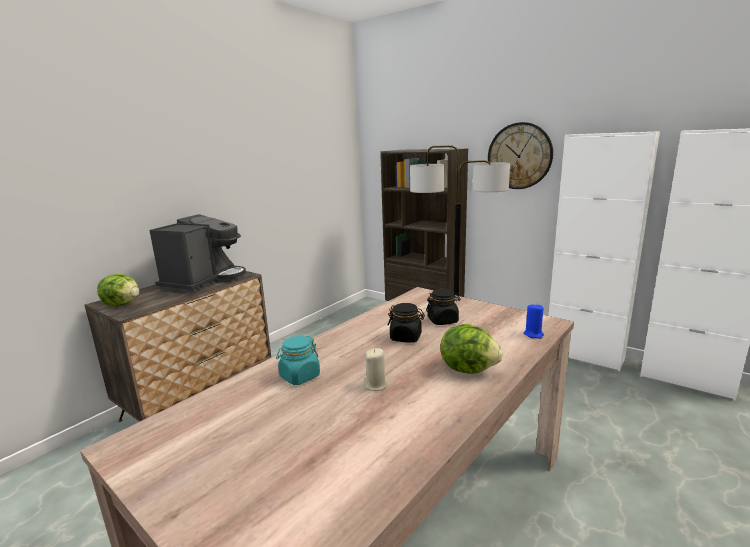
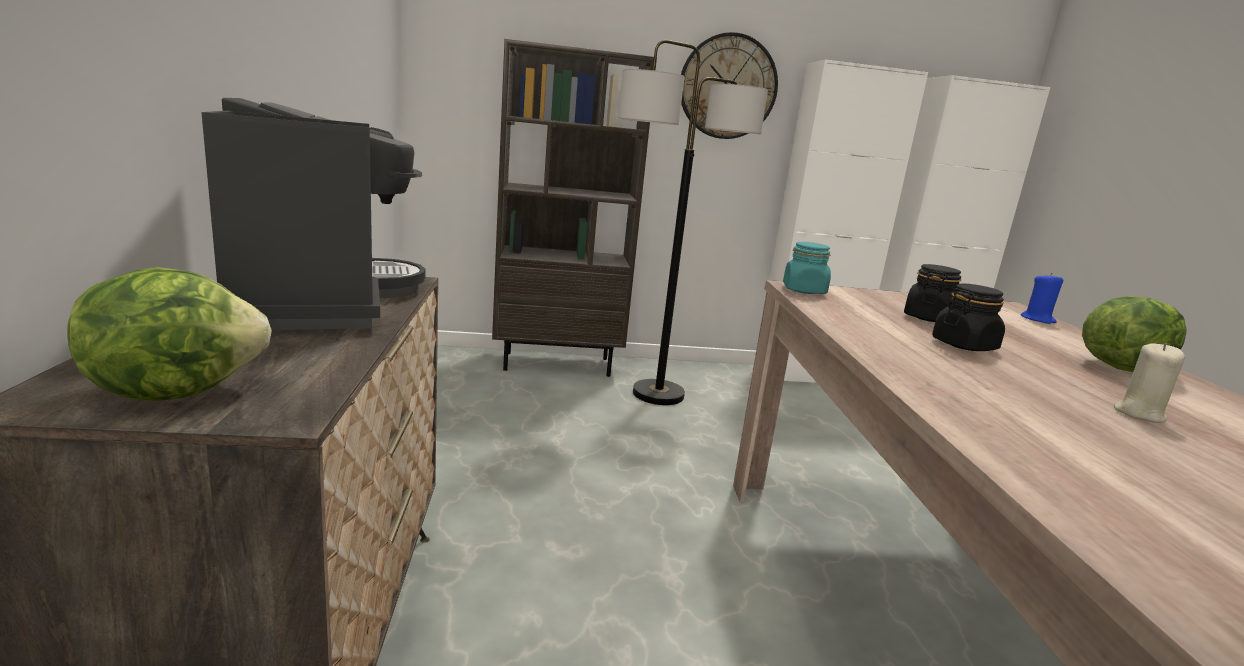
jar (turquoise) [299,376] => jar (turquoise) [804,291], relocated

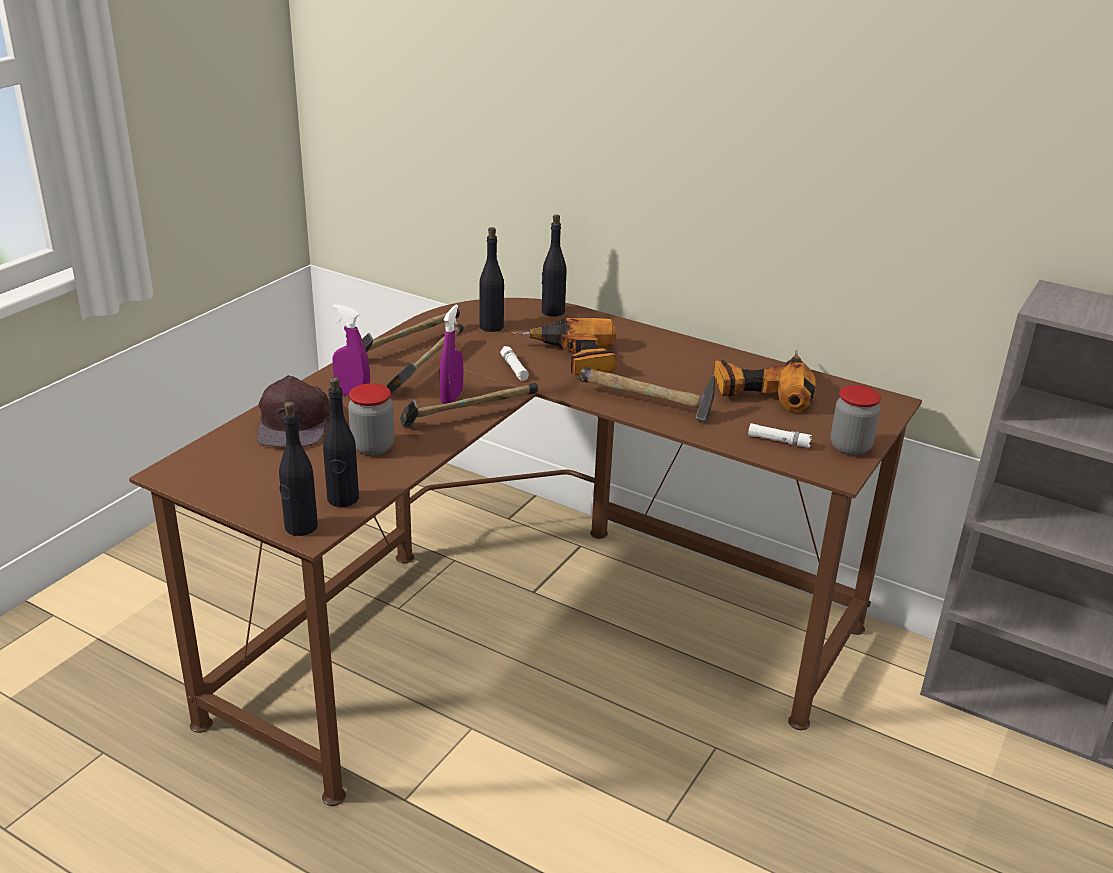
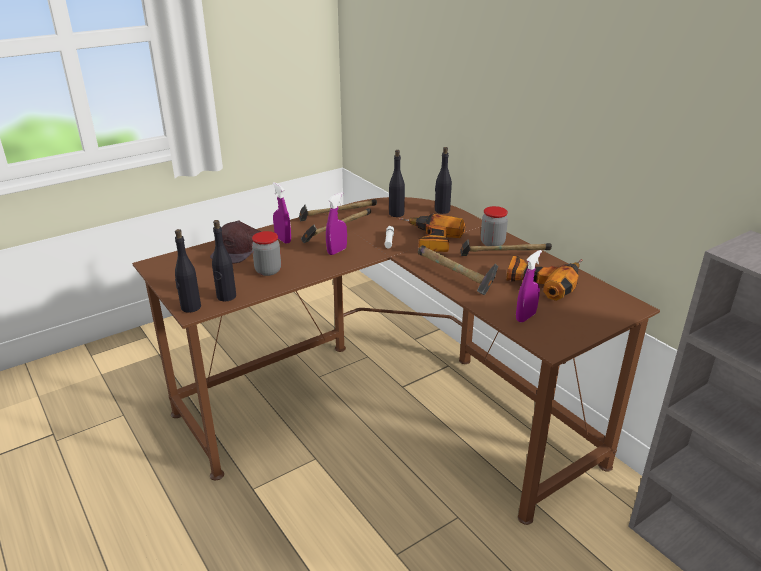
hammer [466,417] => hammer [502,257], relocated
flashlight (white) [779,441] => spray bottle (purple) [525,317]
jar [850,447] => jar [492,243], relocated

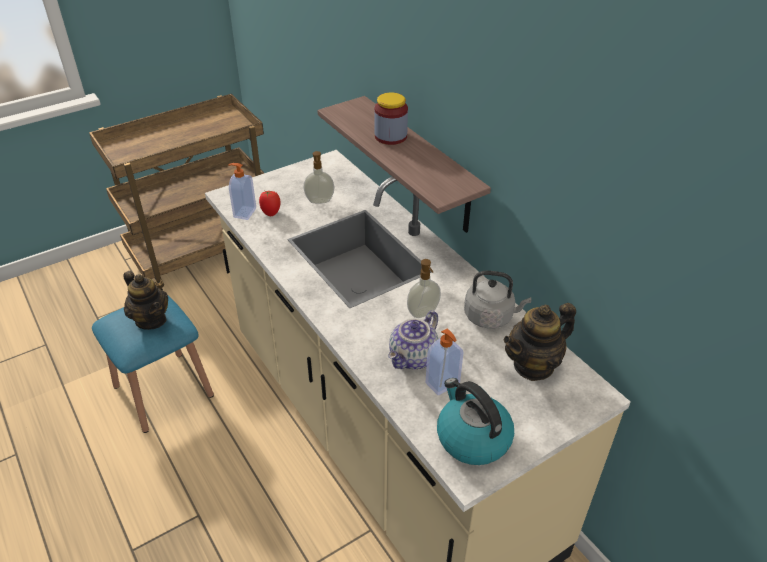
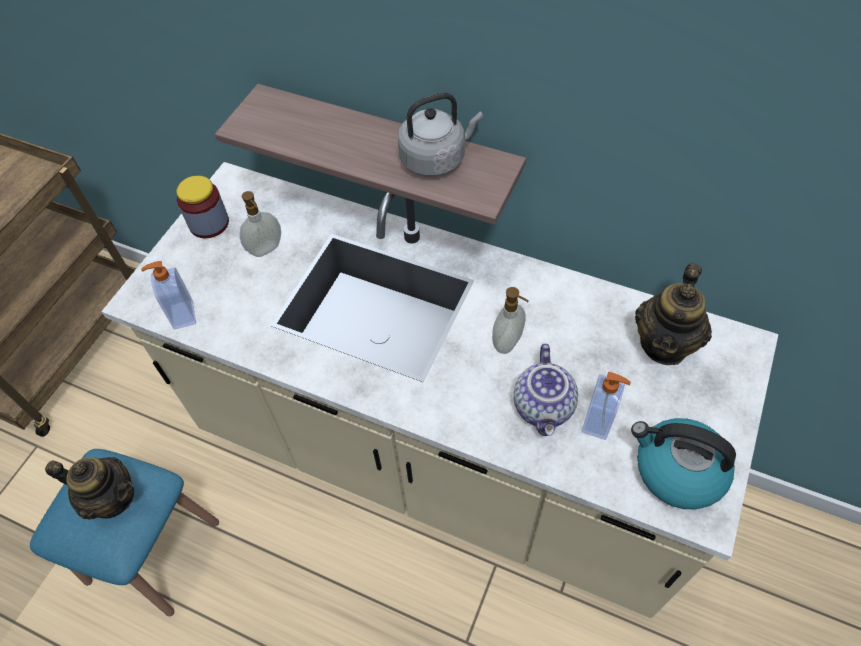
tomato [271,213] => nothing
jar [390,136] => jar [209,223], relocated
kettle (grey) [491,317] => kettle (grey) [436,159], relocated

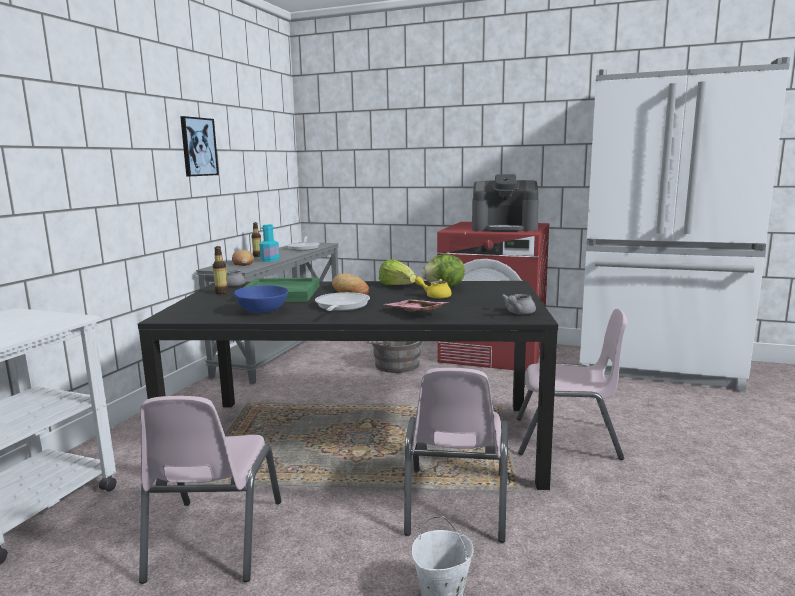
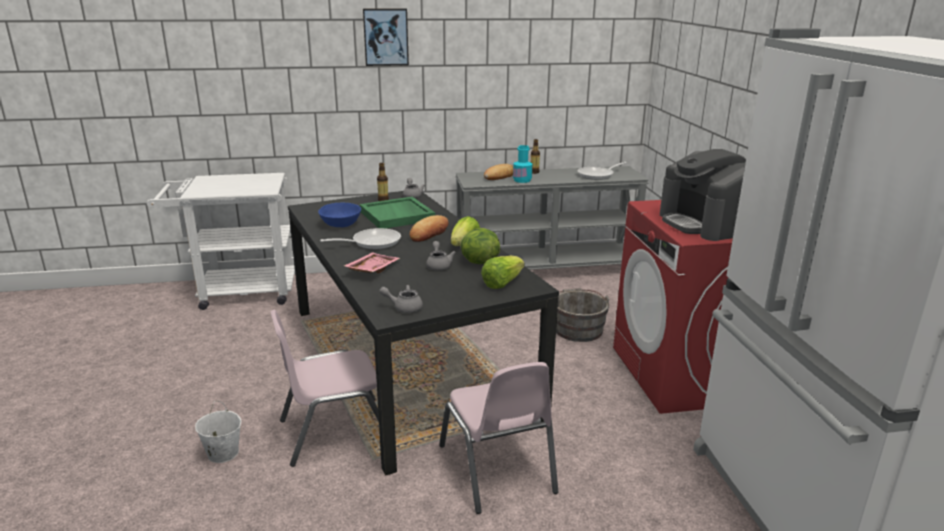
chair (pink) [214,539] => nothing
picture [198,147] => picture [386,37], relocated
teapot (yellow) [435,296] => teapot (grey) [438,265]
nothing => lettuce [502,283]

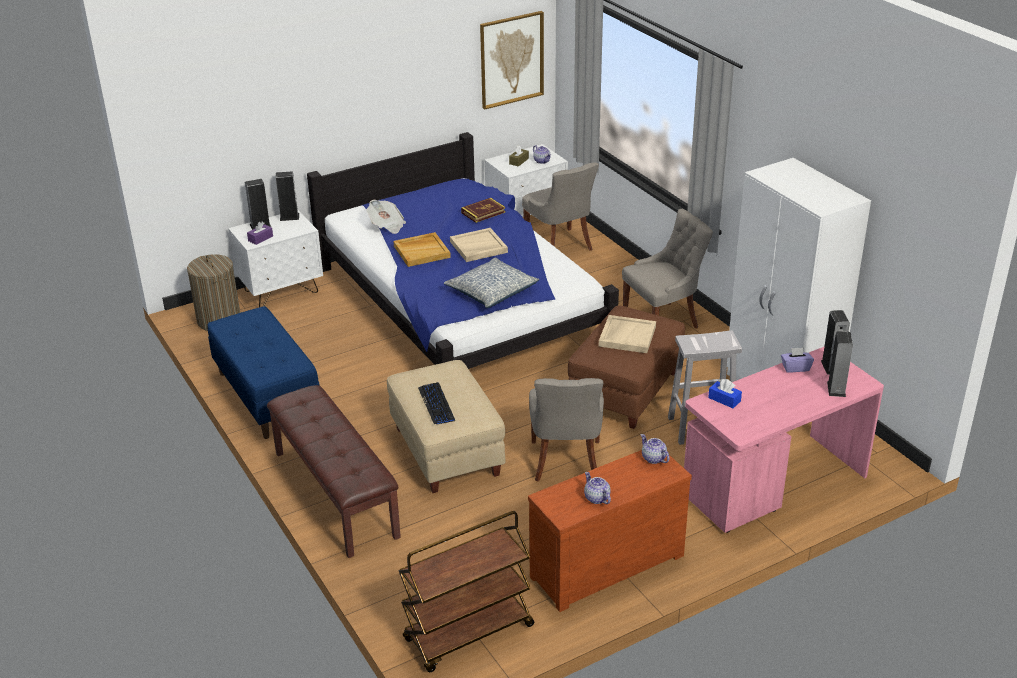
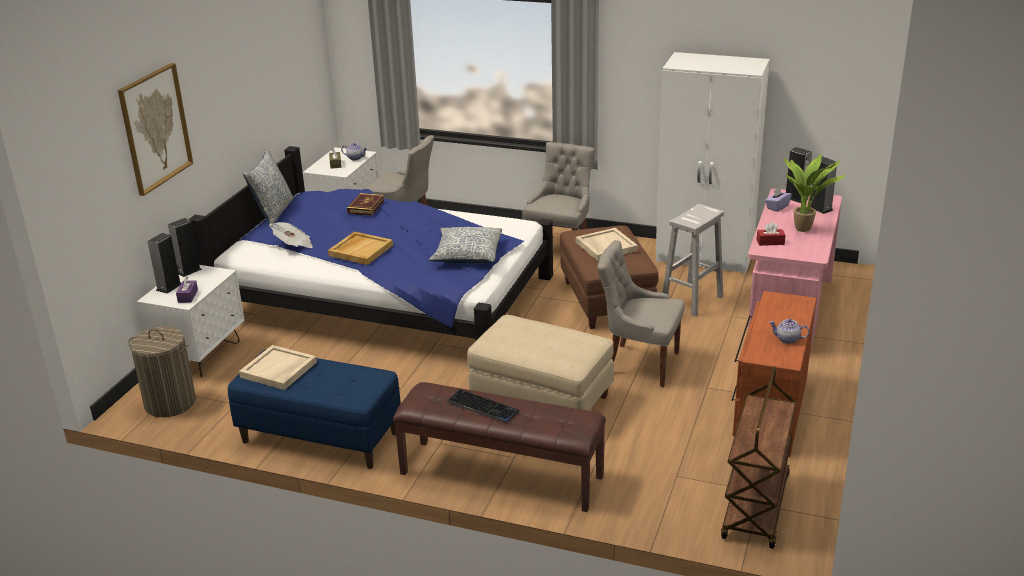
keyboard [436,404] => keyboard [482,407], relocated
tray (beige) [478,247] => tray (beige) [278,370], relocated
picture [511,59] => picture [155,128], relocated
chair (grey) [566,462] => chair (grey) [639,364], 150 degrees clockwise
teapot [653,458] => nothing
tissue box (blue) [724,399] => tissue box (red) [770,242]
nothing => pillow [273,212]
nothing => potted plant [805,229]

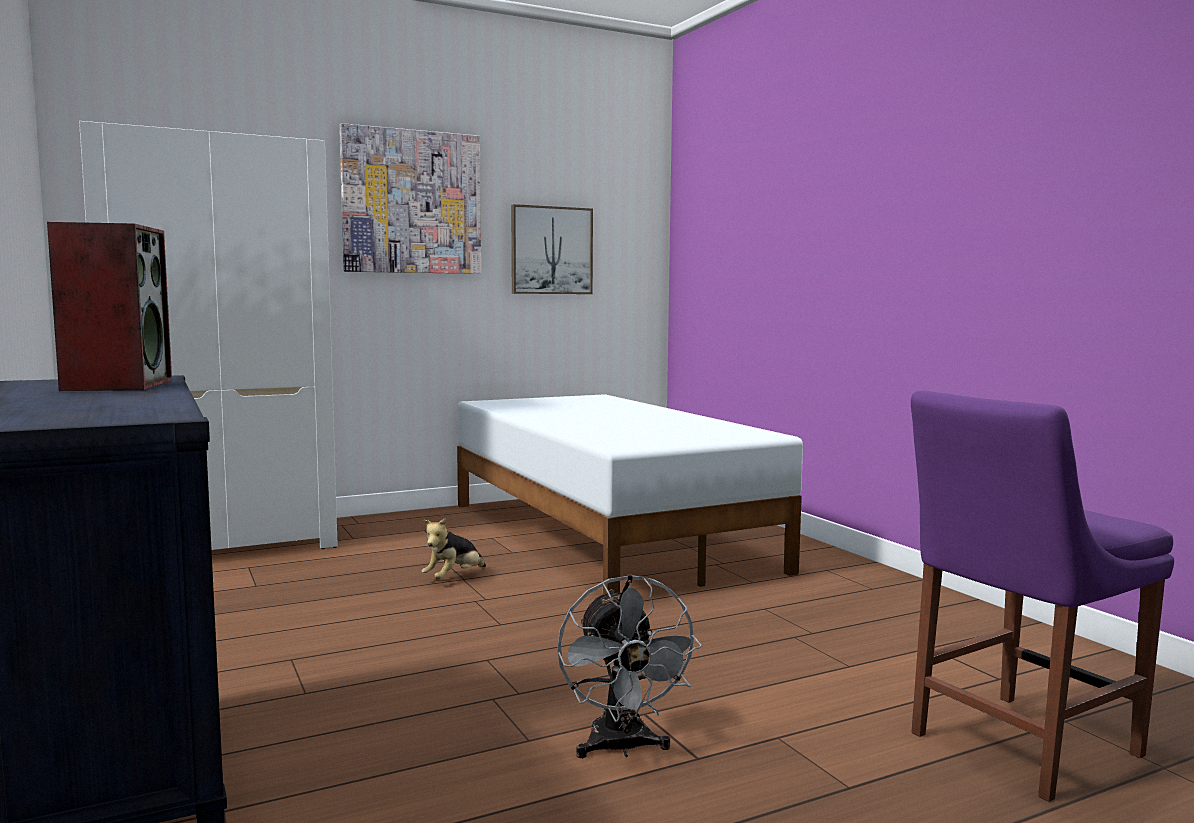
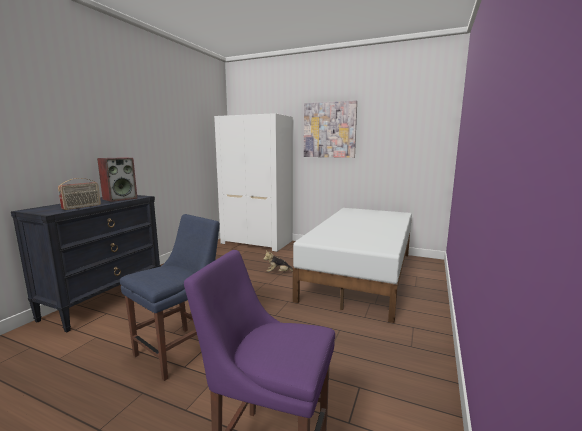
picture [551,250] => nothing
fan (grey) [622,748] => chair (blue) [180,350]
nothing => radio [82,207]

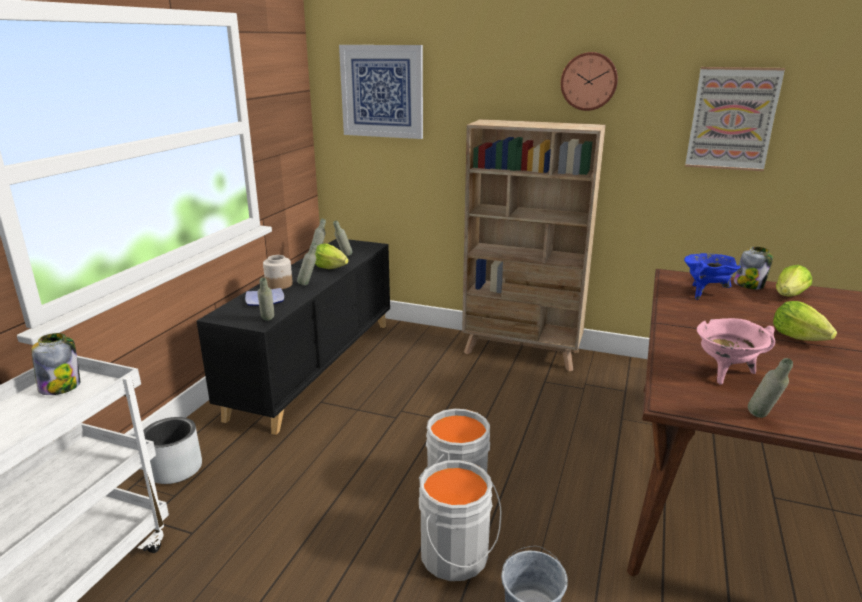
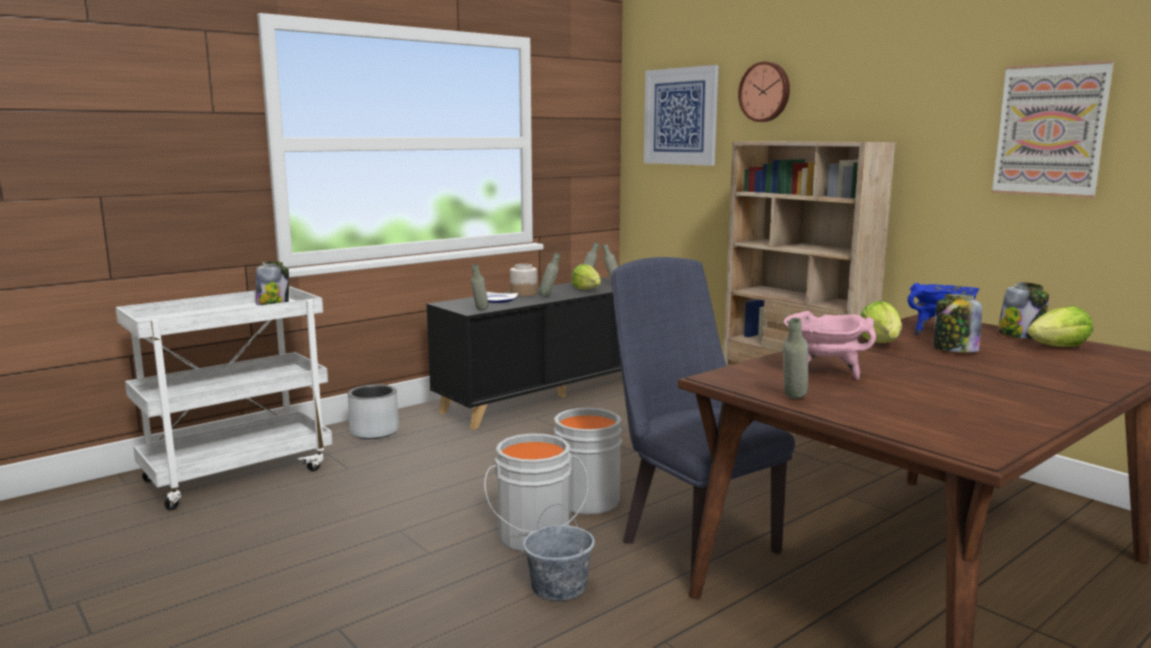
wall clock [589,81] => wall clock [765,92], relocated
lettuce [798,337] => lettuce [881,343], relocated
nothing => chair (blue) [691,540]
nothing => jar [954,350]

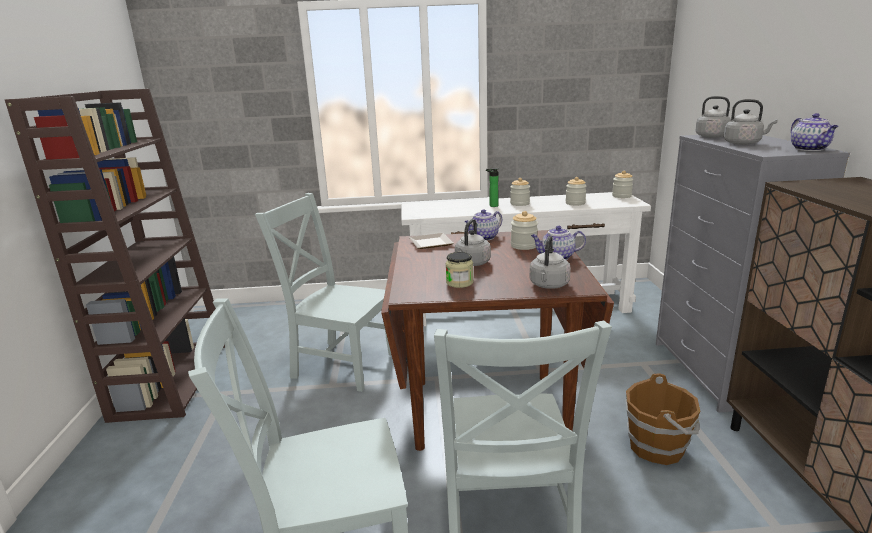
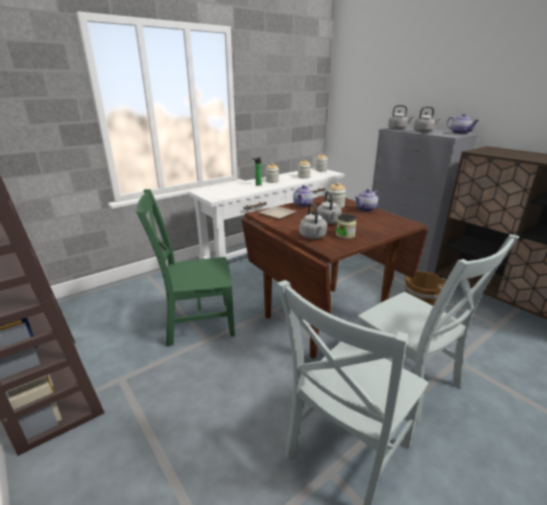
chair (grey) [340,364] => chair (green) [196,323]
kettle (grey) [548,285] => kettle (grey) [313,237], relocated

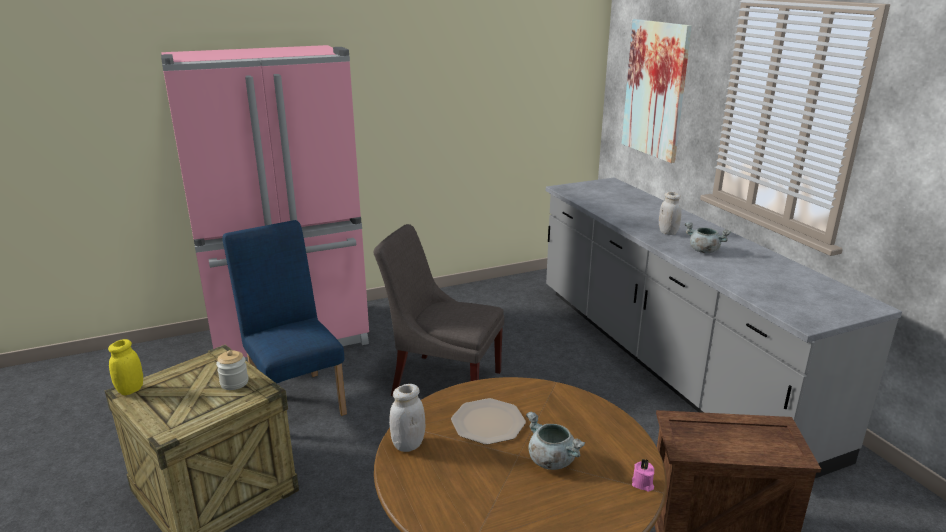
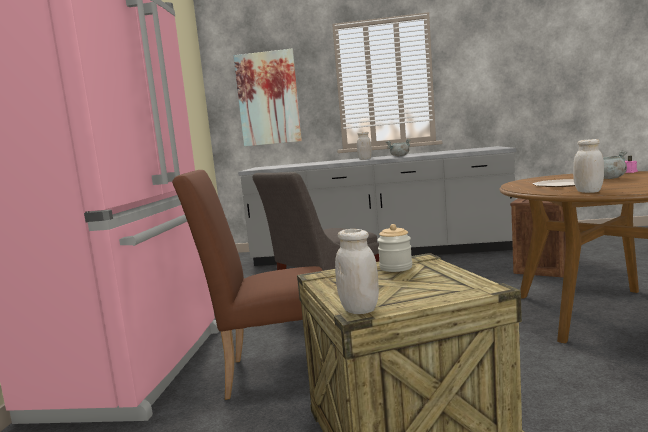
jar (yellow) [131,390] => jar (white) [359,309]
chair (blue) [296,398] => chair (brown) [271,373]

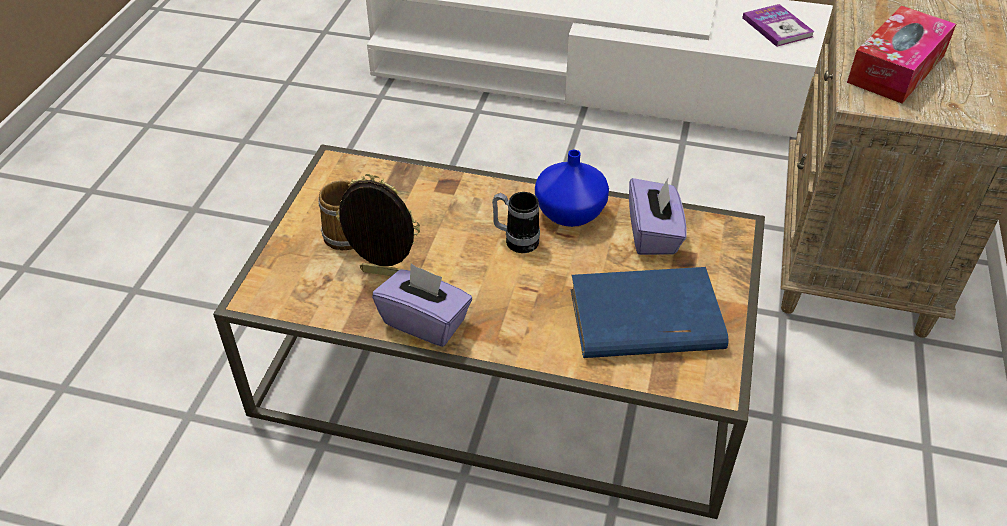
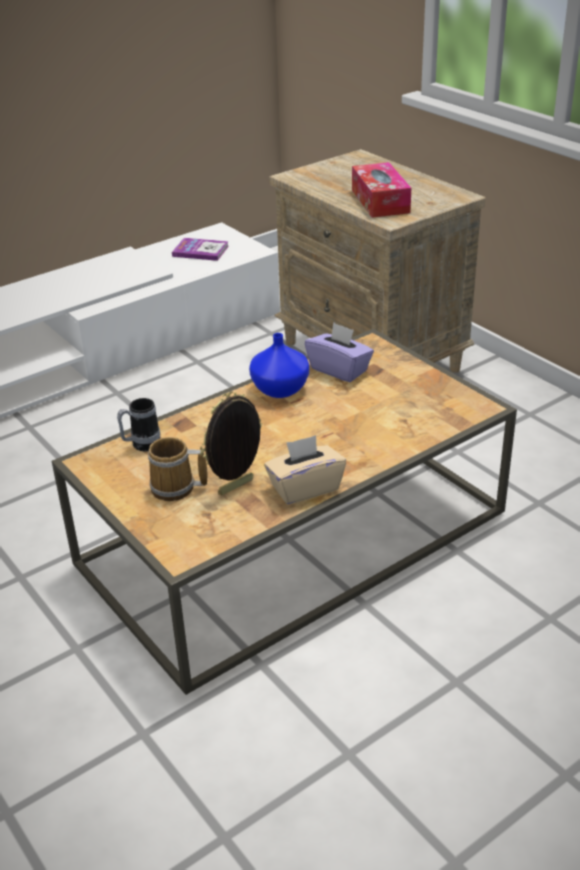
tissue box (purple) [425,322] => tissue box (beige) [305,488]
mug [515,241] => mug [141,446], relocated
book (blue) [643,320] => nothing

